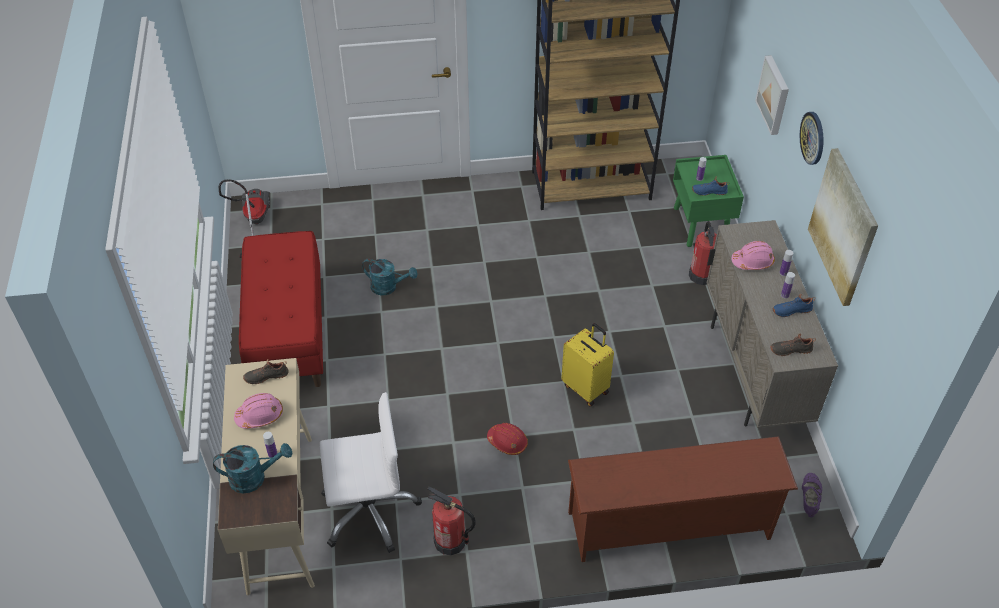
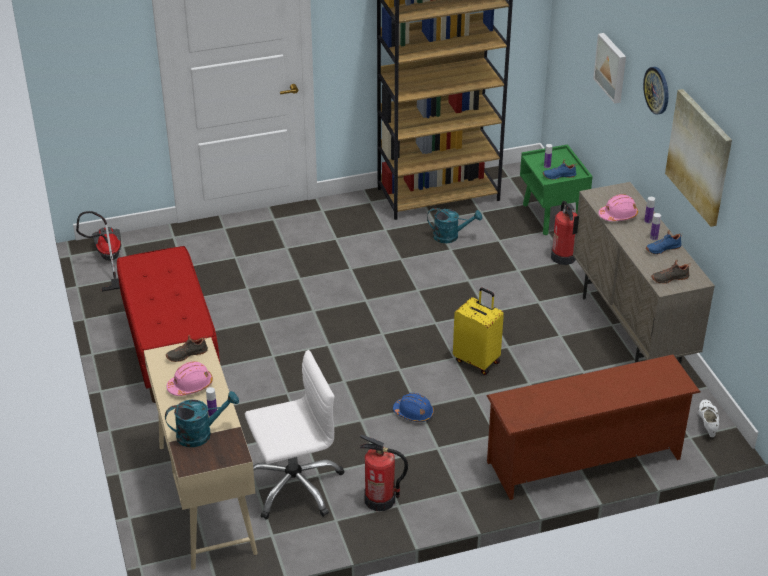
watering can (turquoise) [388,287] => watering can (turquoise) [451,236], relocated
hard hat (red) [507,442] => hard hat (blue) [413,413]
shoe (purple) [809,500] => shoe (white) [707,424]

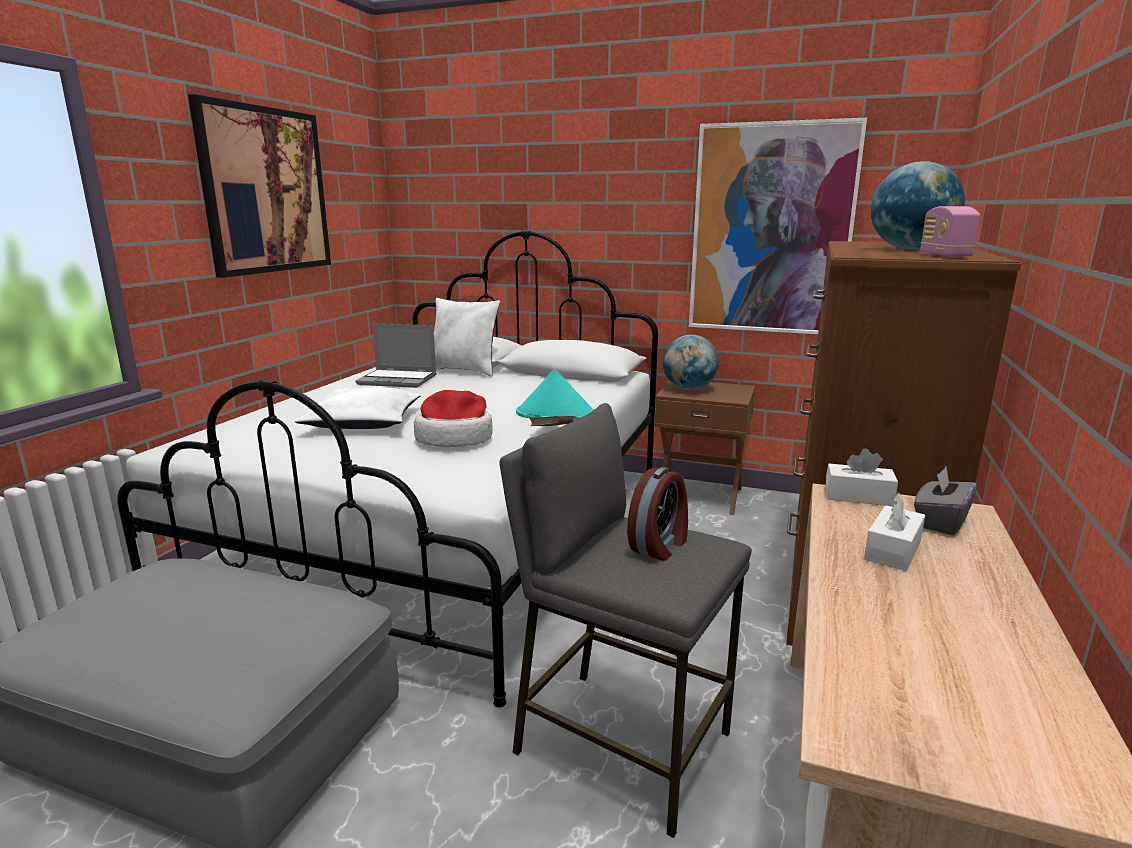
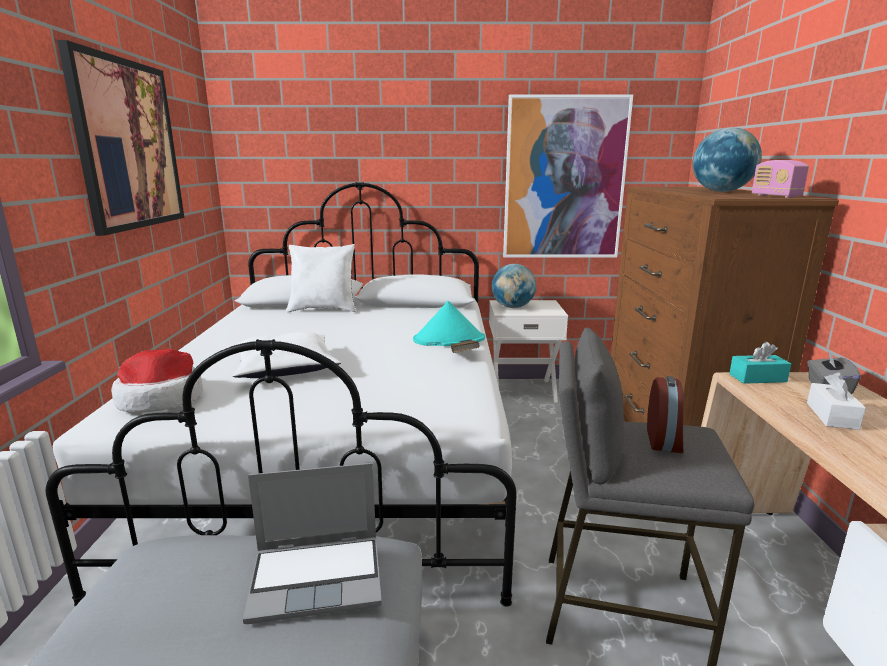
laptop [399,380] => laptop [318,578], relocated
hat [455,438] => hat [161,399], relocated
nightstand (brown) [700,495] => nightstand (white) [522,390]
tissue box (white) [858,496] => tissue box (turquoise) [757,378]

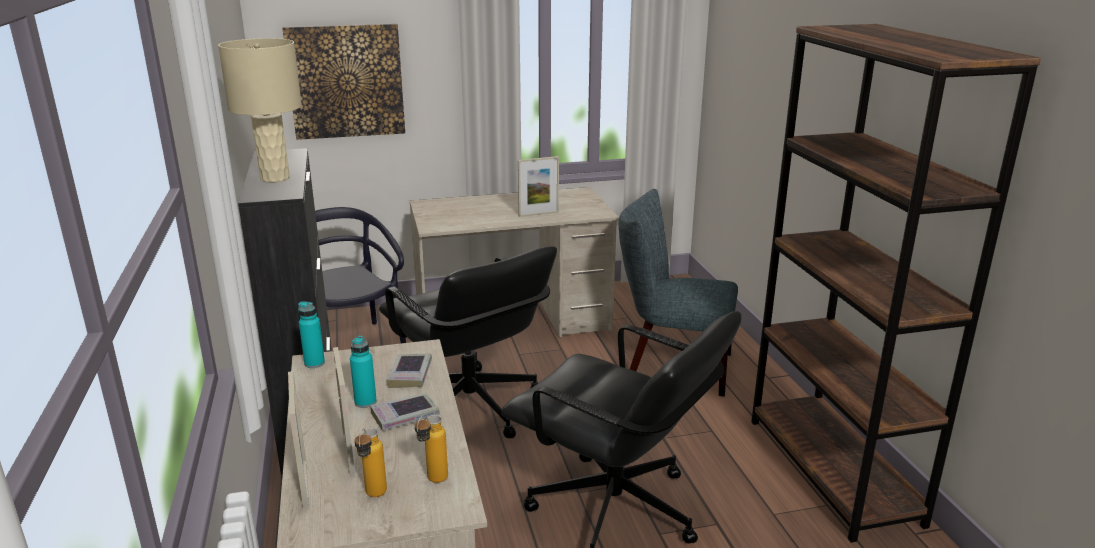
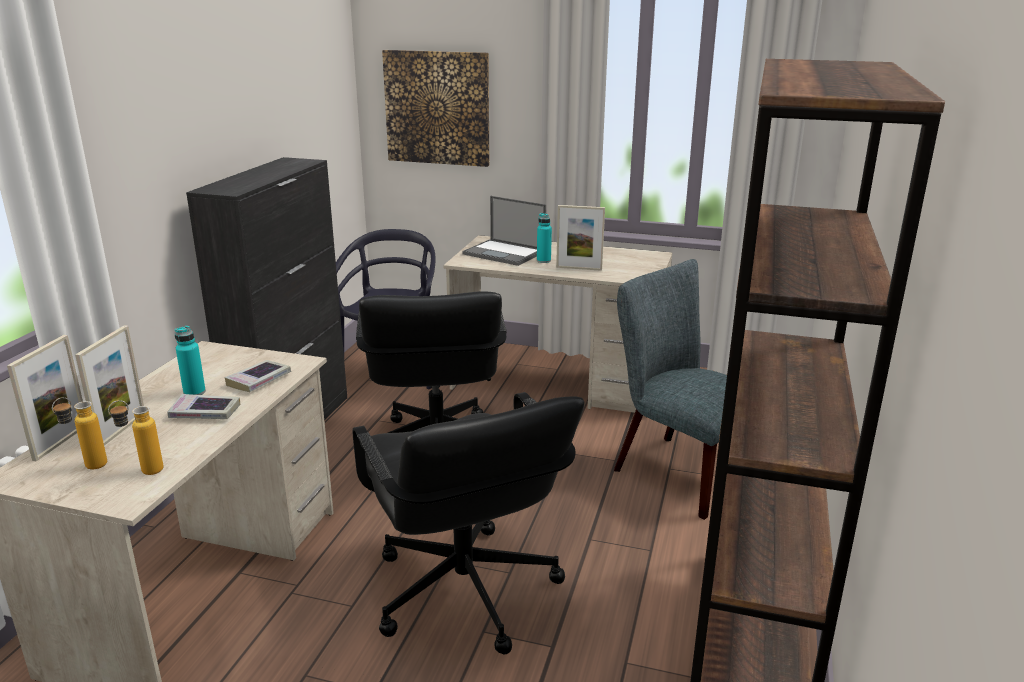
table lamp (beige) [275,178] => nothing
bottle (turquoise) [314,363] => bottle (turquoise) [543,261], relocated
nothing => laptop [505,253]

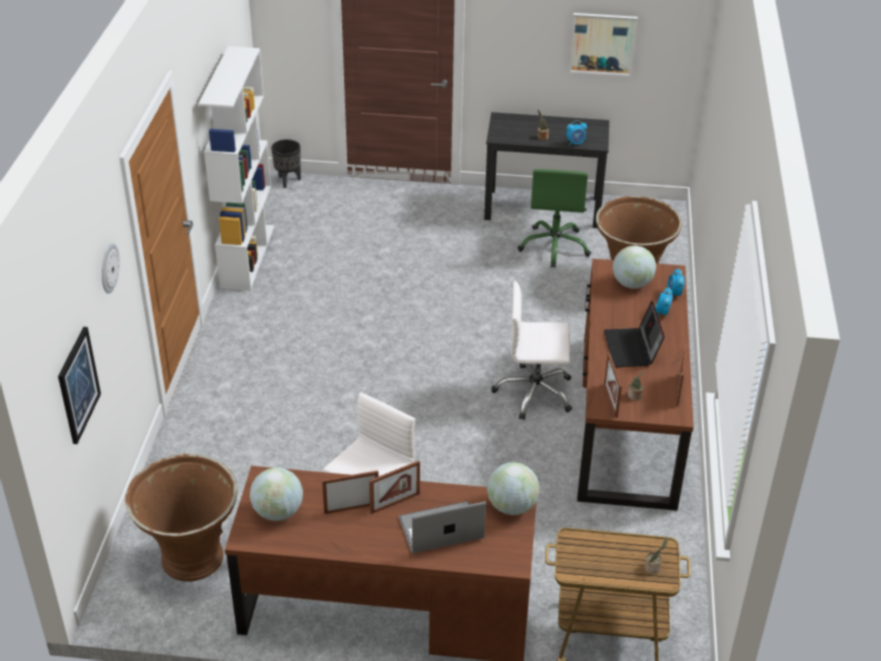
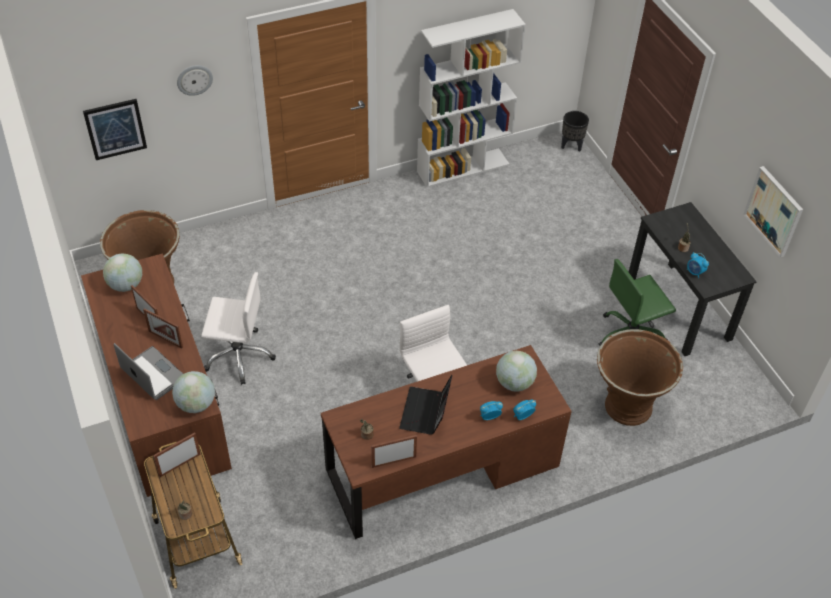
laptop [632,349] => laptop [425,413], 45 degrees counterclockwise
picture frame [610,400] => picture frame [180,465], relocated

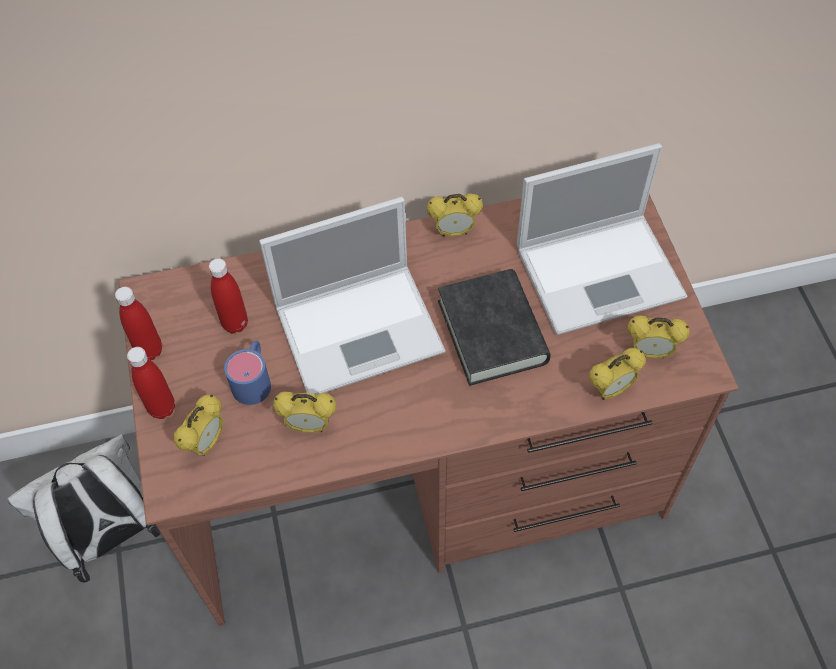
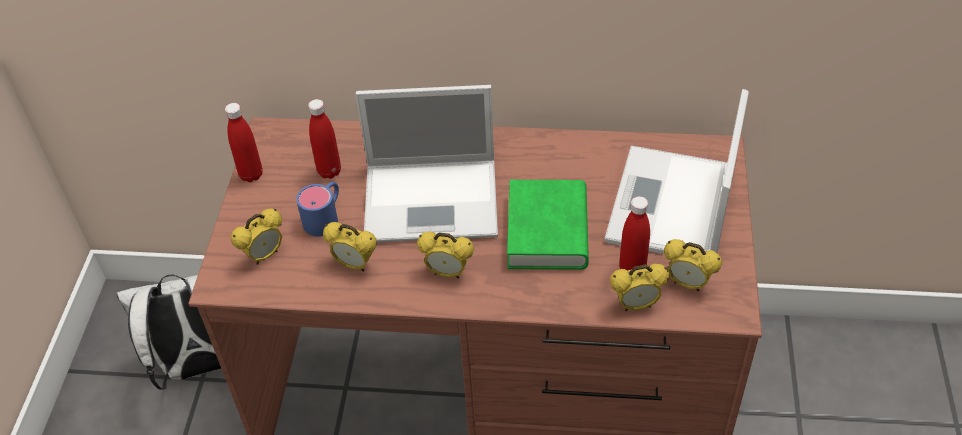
bottle (red) [162,408] => bottle (red) [632,269], relocated
alarm clock [454,231] => alarm clock [448,273], relocated
book (black) [492,332] => book (green) [547,231]
laptop [602,271] => laptop [671,207], 105 degrees clockwise

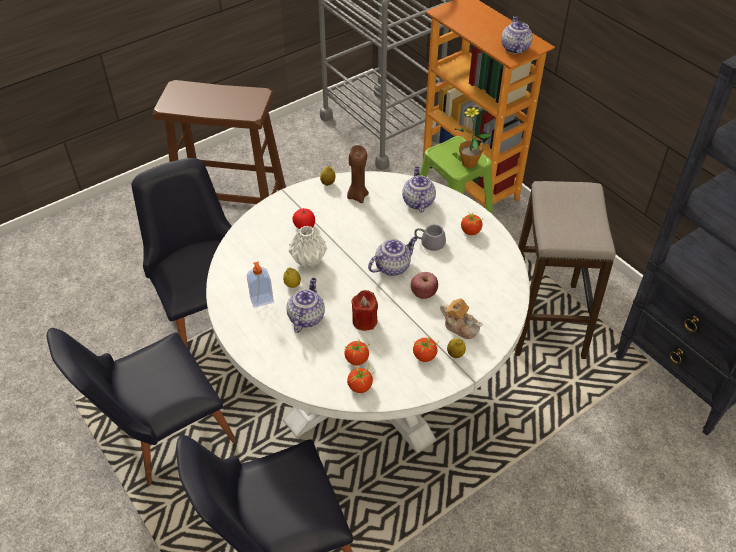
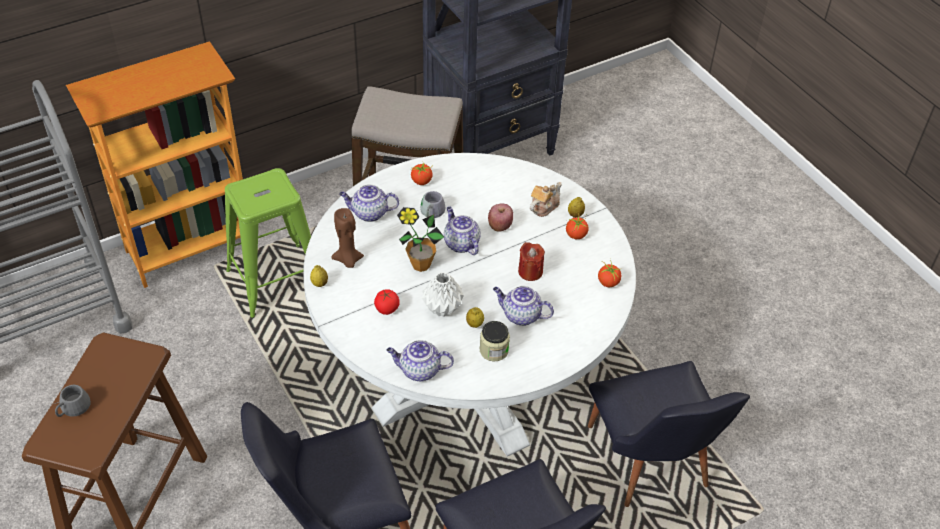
soap dispenser [262,300] => jar [494,350]
tomato [357,359] => nothing
potted plant [469,163] => potted plant [421,265], relocated
teapot [514,48] => teapot [419,370], relocated
nothing => mug (grey) [70,407]

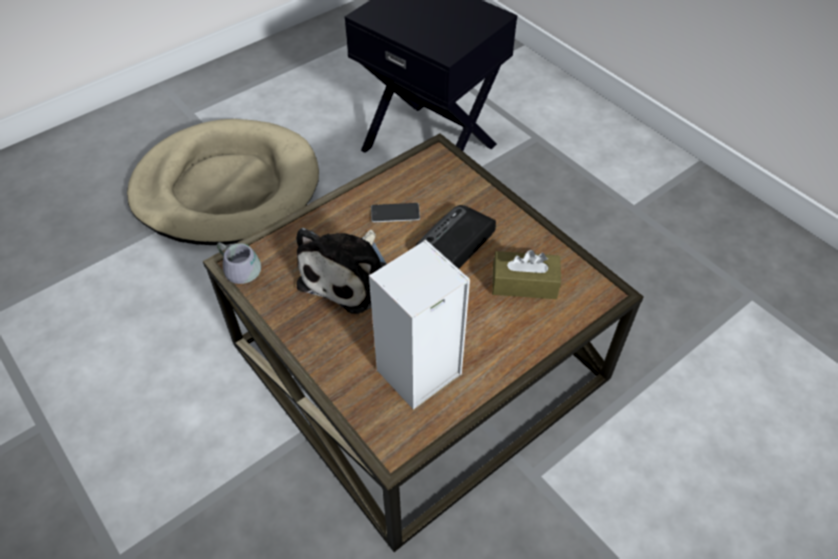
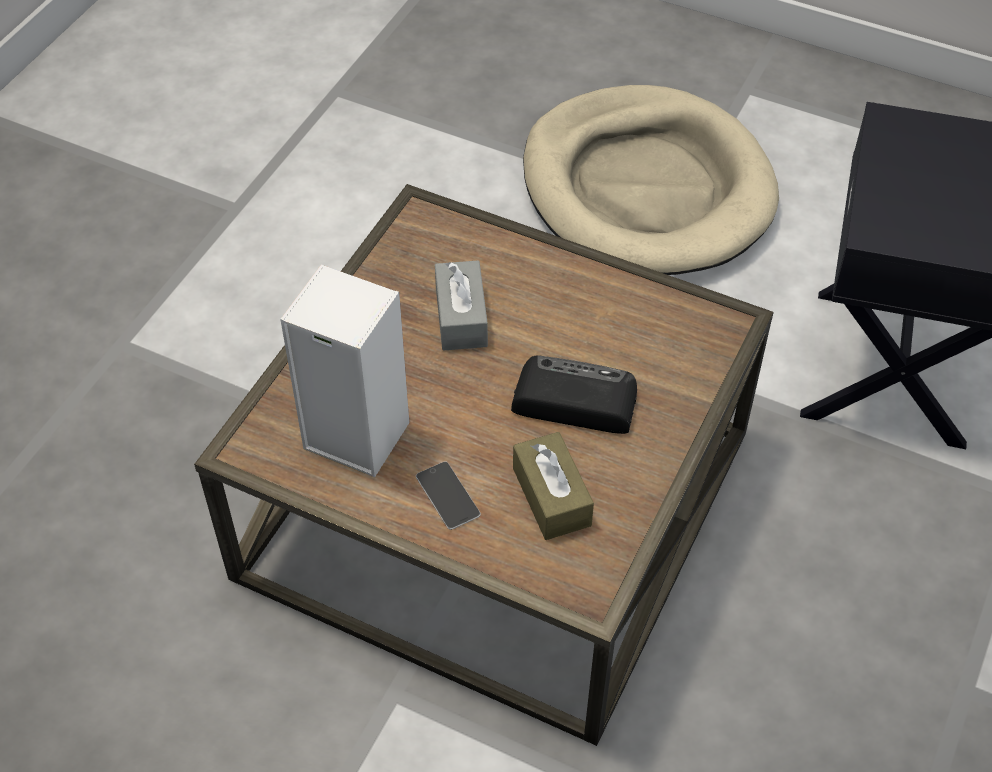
mug (grey) [242,265] => nothing
plush toy [349,275] => tissue box (grey) [461,317]
phone [395,213] => phone [447,495], relocated

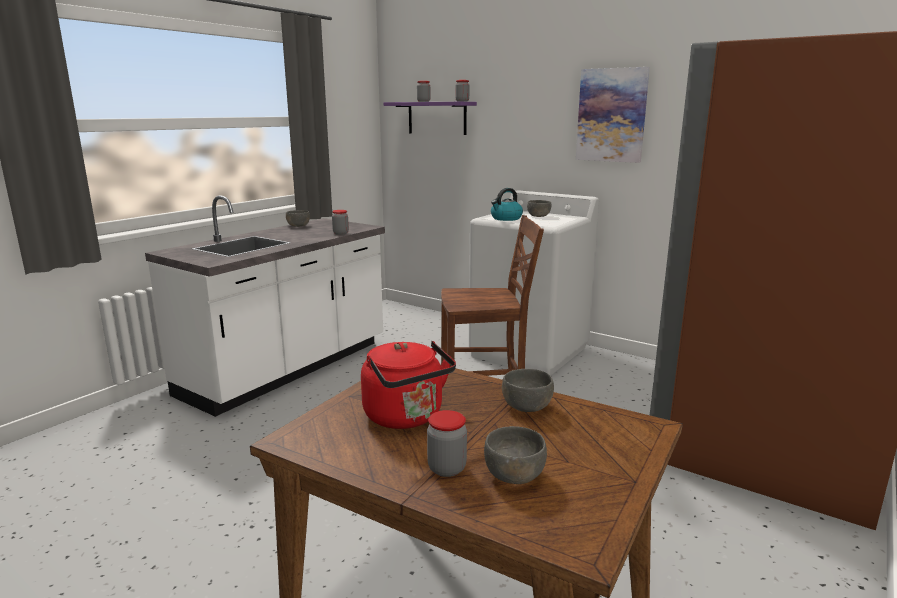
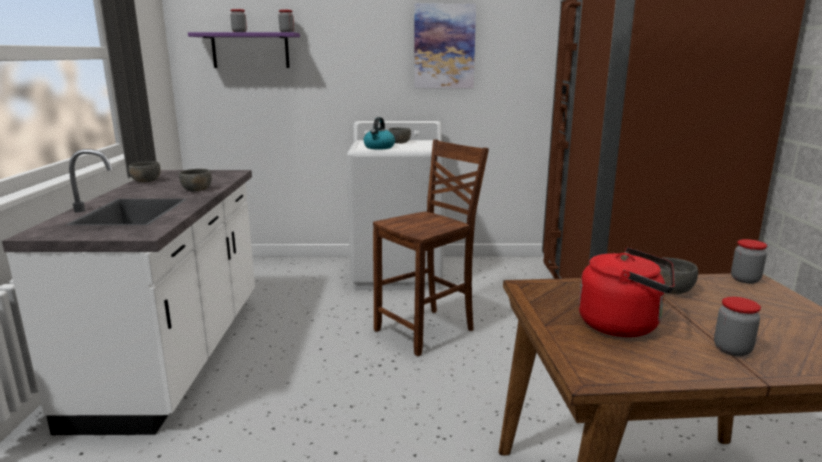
jar [340,233] => jar [745,279], relocated
bowl (grey) [514,475] => bowl (grey) [197,190], relocated

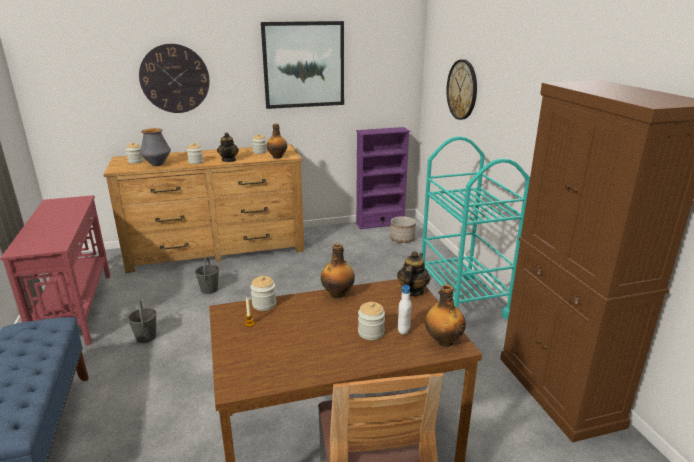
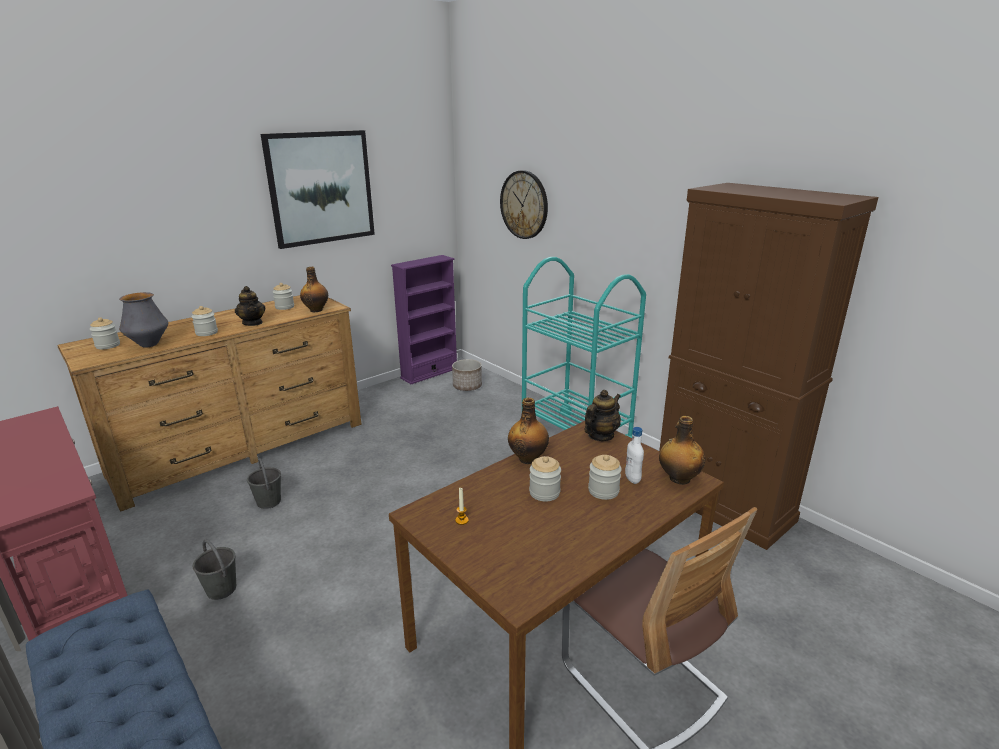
wall clock [175,79] => nothing
jar [264,304] => jar [544,493], relocated
teapot [412,291] => teapot [600,436], 45 degrees clockwise

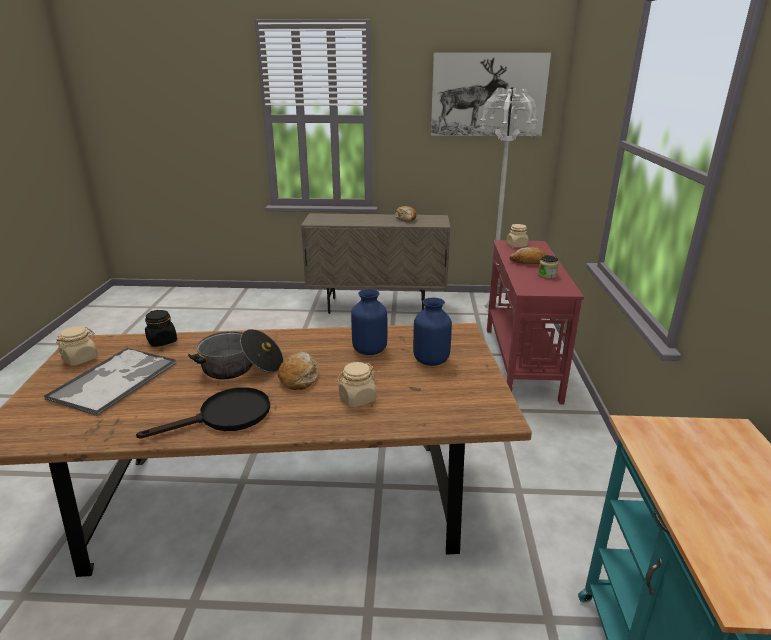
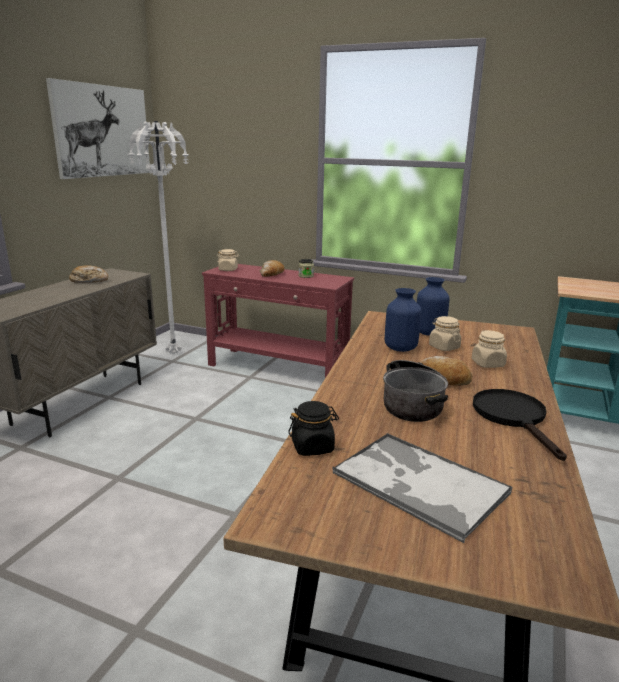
jar (beige) [80,359] => jar (beige) [444,347], relocated

